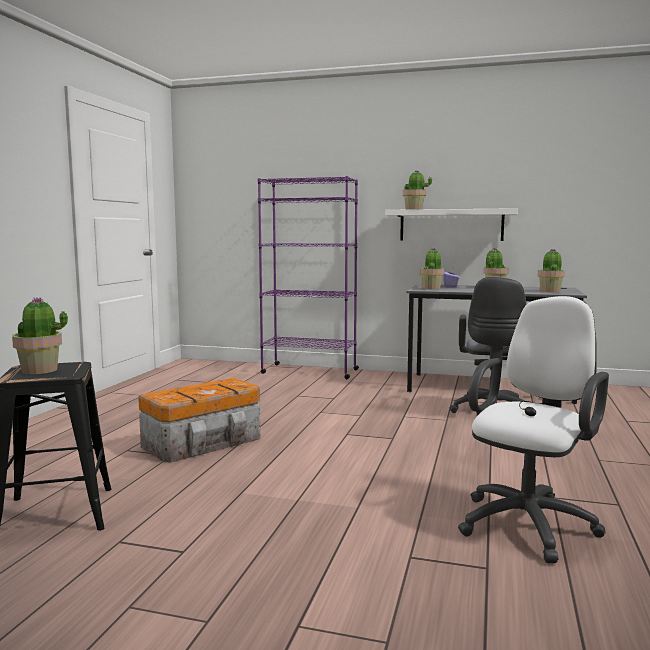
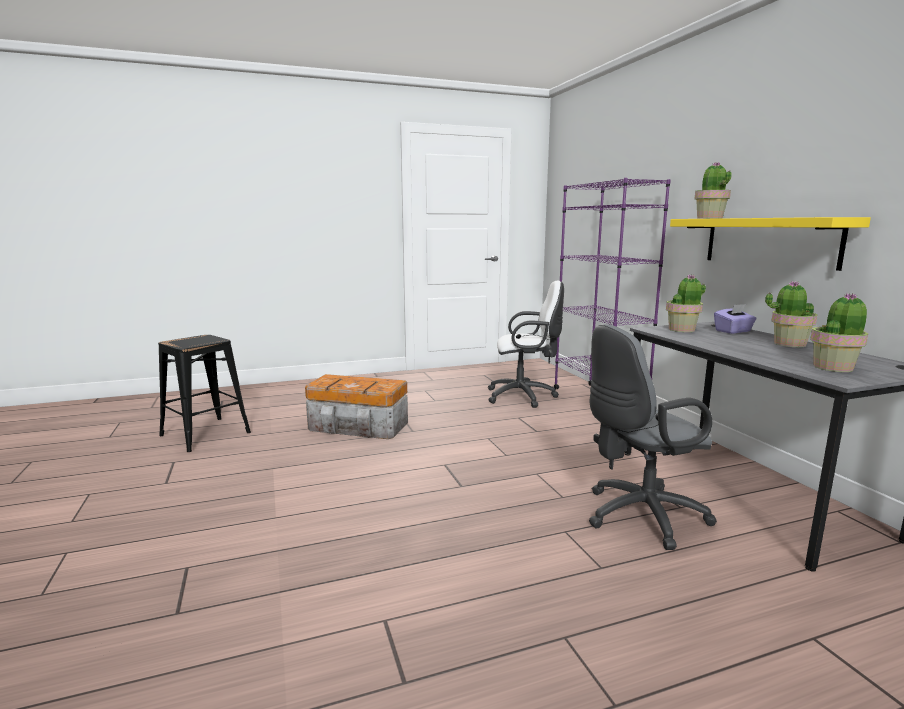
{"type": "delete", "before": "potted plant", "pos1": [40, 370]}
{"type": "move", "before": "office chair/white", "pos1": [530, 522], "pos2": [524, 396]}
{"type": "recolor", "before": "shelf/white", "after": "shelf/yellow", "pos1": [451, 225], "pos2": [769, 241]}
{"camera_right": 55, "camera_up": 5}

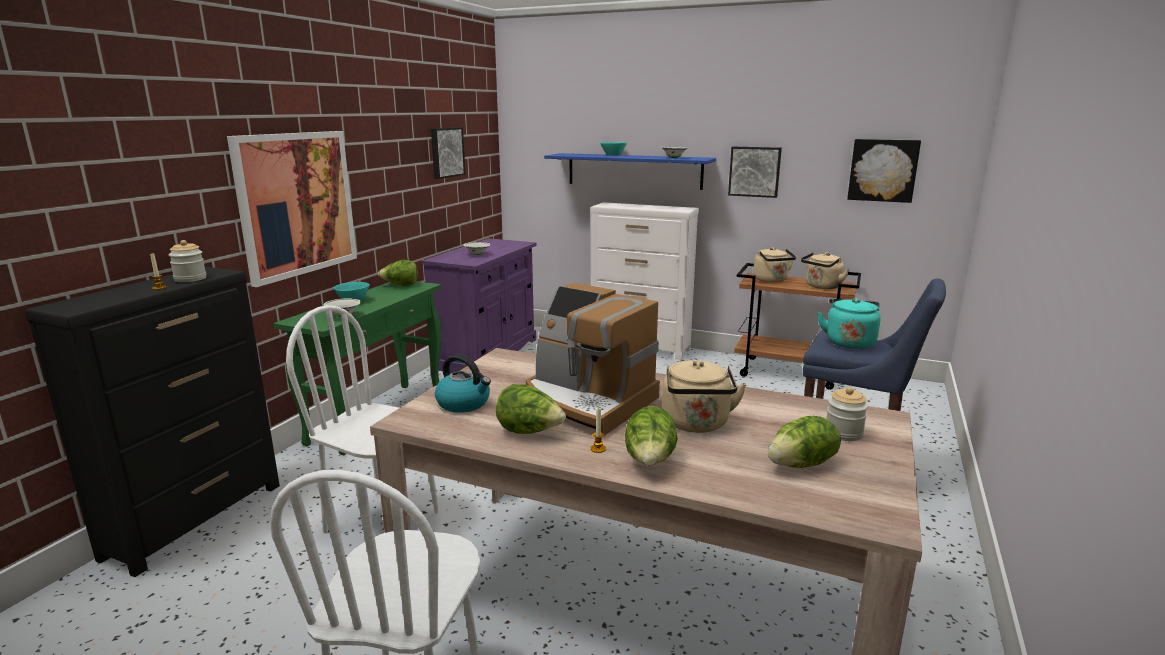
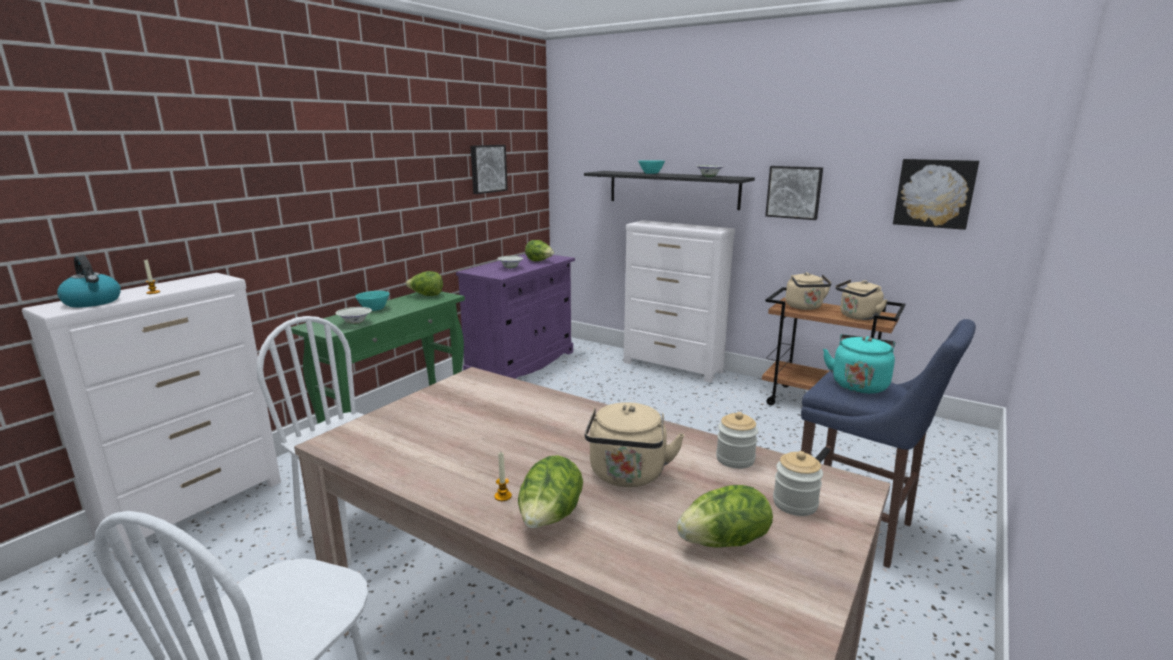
{"type": "delete", "before": "picture", "pos1": [297, 204]}
{"type": "delete", "before": "coffee machine", "pos1": [588, 401]}
{"type": "move", "before": "jar", "pos1": [190, 279], "pos2": [735, 459]}
{"type": "move", "before": "kettle", "pos1": [464, 403], "pos2": [93, 302]}
{"type": "move", "before": "lettuce", "pos1": [529, 432], "pos2": [539, 261]}
{"type": "recolor", "before": "dresser/black", "after": "dresser/white", "pos1": [197, 519], "pos2": [196, 509]}
{"type": "recolor", "before": "shelf/blue", "after": "shelf/black", "pos1": [634, 171], "pos2": [672, 189]}
{"camera_right": 10, "camera_up": 0}

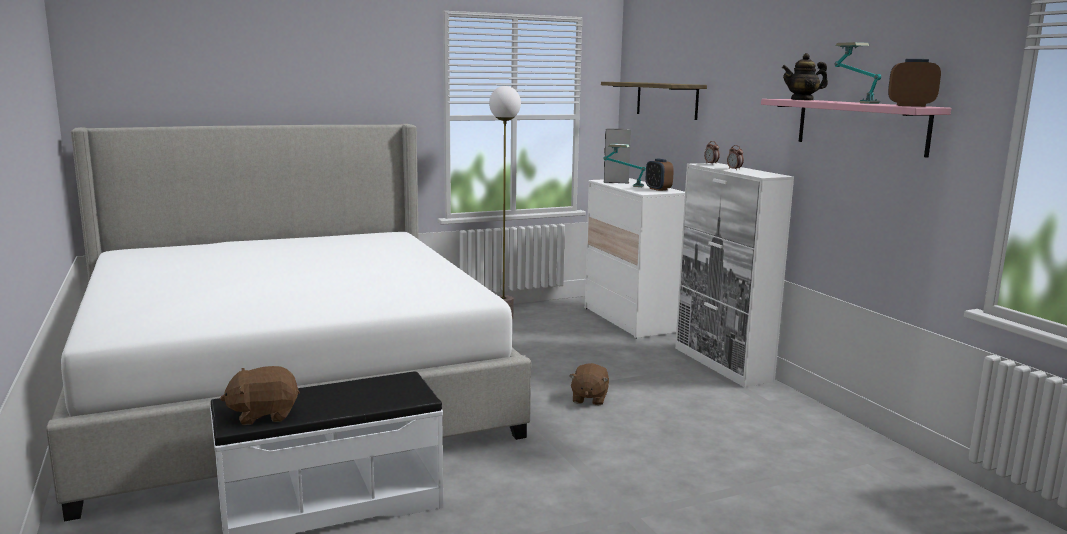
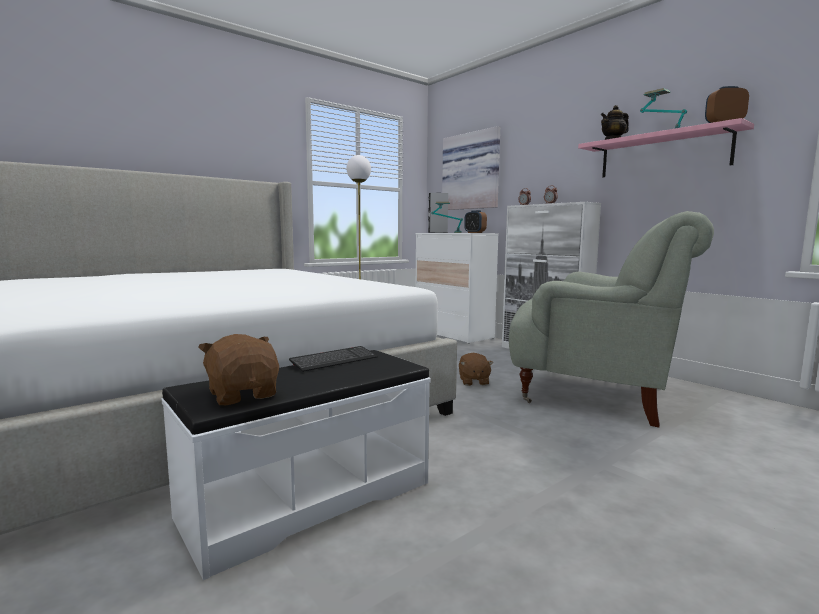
{"type": "insert", "after": "keyboard", "pos2": [334, 360]}
{"type": "insert", "after": "armchair/grey", "pos2": [598, 394]}
{"type": "replace", "before": "shelf", "after": "picture", "pos1": [666, 100], "pos2": [472, 171]}
{"type": "rotate", "before": "plush toy/brown", "pos1": [264, 415], "pos2": [243, 394], "turn": 90}
{"camera_right": -15, "camera_up": -5}

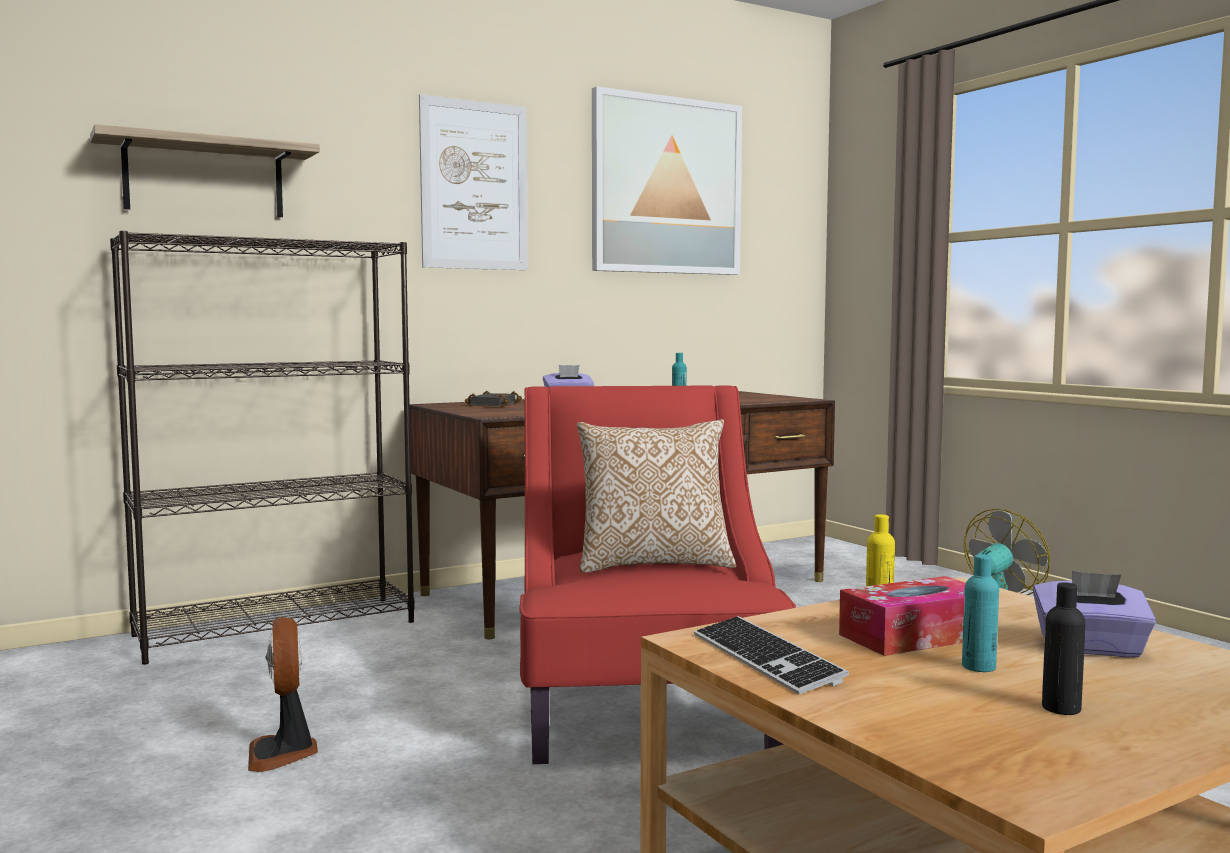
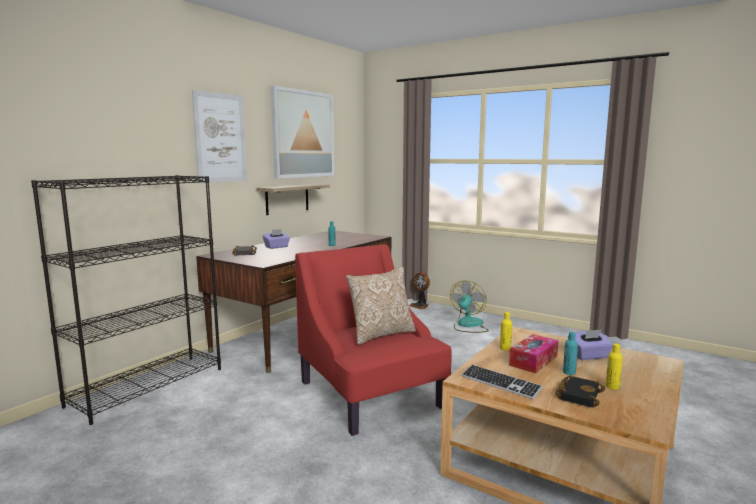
{"type": "insert", "after": "book/black", "pos2": [578, 394]}
{"type": "move", "before": "shelf", "pos1": [204, 178], "pos2": [287, 199]}
{"type": "move", "before": "fan", "pos1": [283, 753], "pos2": [420, 306]}
{"type": "recolor", "before": "bottle/black", "after": "bottle/yellow", "pos1": [1061, 708], "pos2": [612, 386]}
{"camera_right": -25, "camera_up": 5}

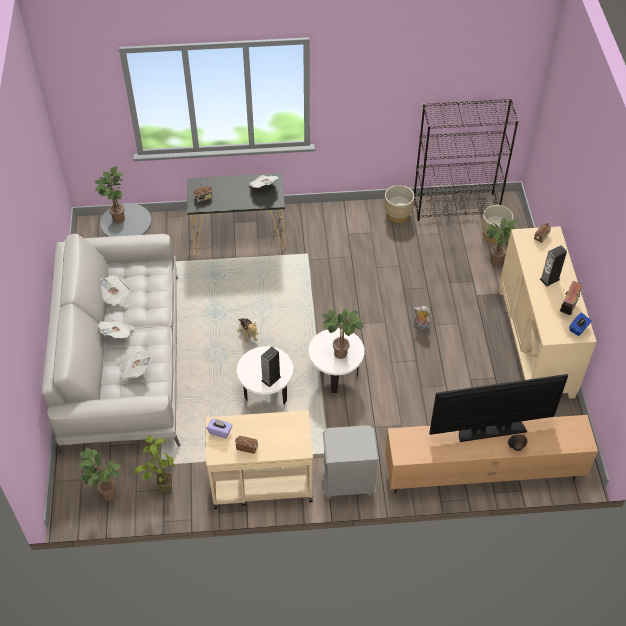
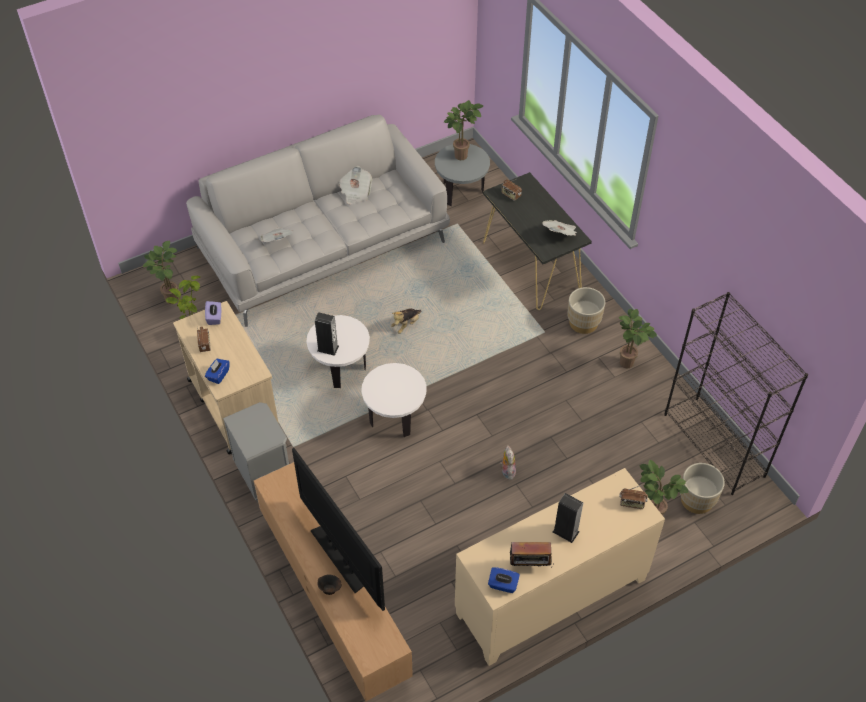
{"type": "delete", "before": "newspaper", "pos1": [118, 334]}
{"type": "insert", "after": "tissue box/blue", "pos2": [218, 375]}
{"type": "move", "before": "potted plant", "pos1": [343, 353], "pos2": [628, 364]}
{"type": "move", "before": "planter/beige", "pos1": [397, 214], "pos2": [583, 323]}
{"camera_right": 65, "camera_up": 0}

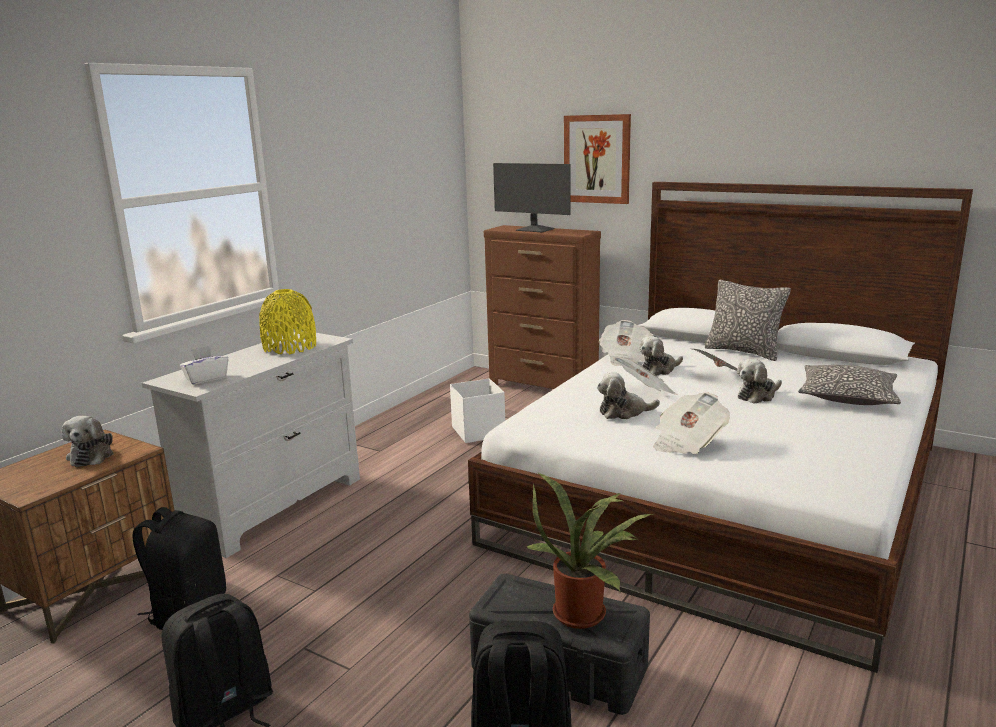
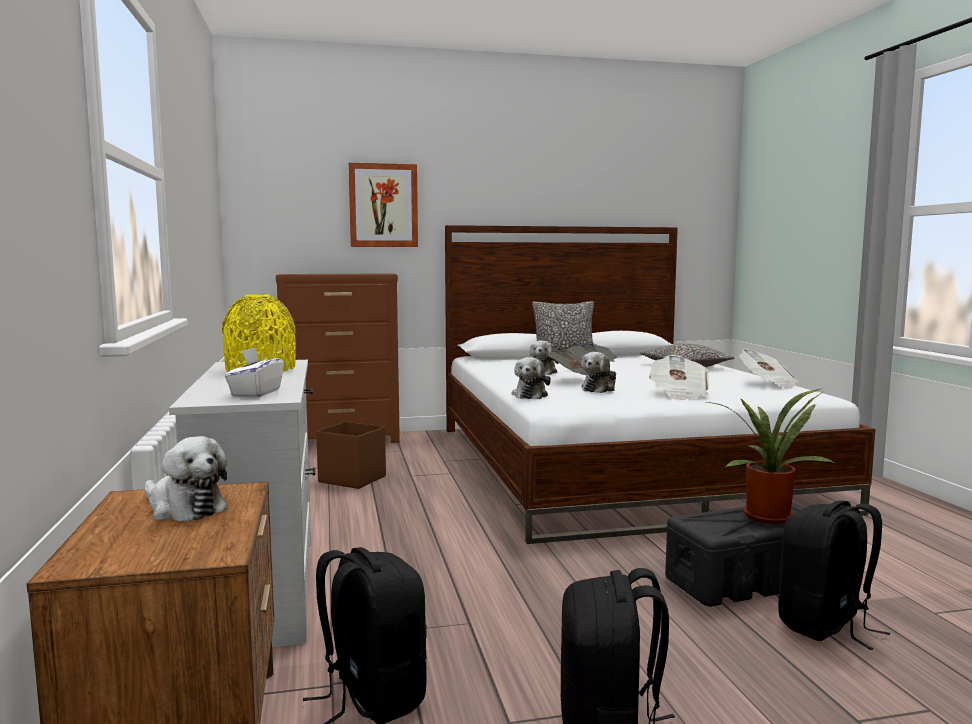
{"type": "delete", "before": "monitor", "pos1": [534, 230]}
{"type": "move", "before": "newspaper", "pos1": [624, 357], "pos2": [768, 384]}
{"type": "move", "before": "plush toy", "pos1": [757, 395], "pos2": [530, 395]}
{"type": "recolor", "before": "storage box/white", "after": "storage box/brown", "pos1": [478, 431], "pos2": [352, 479]}
{"camera_right": -45, "camera_up": -10}

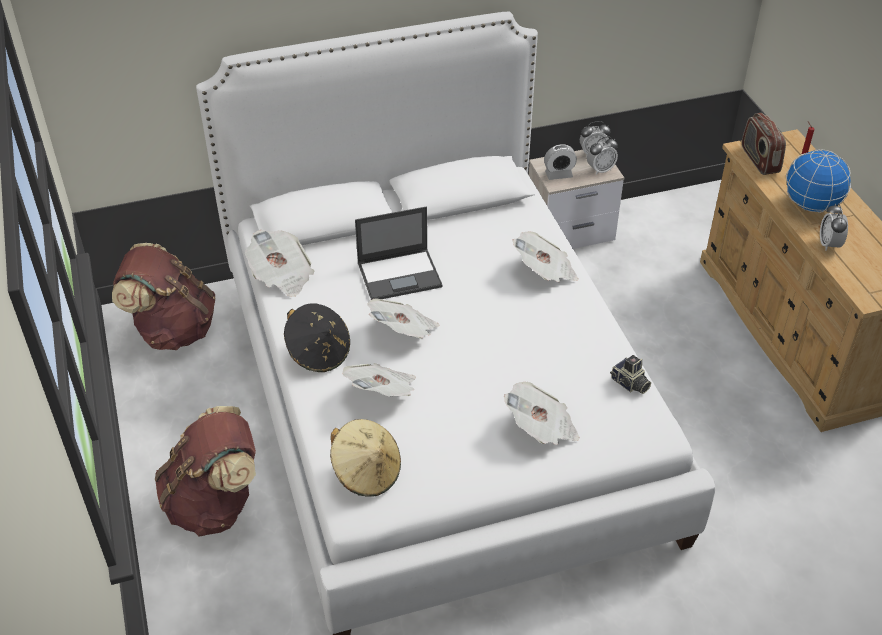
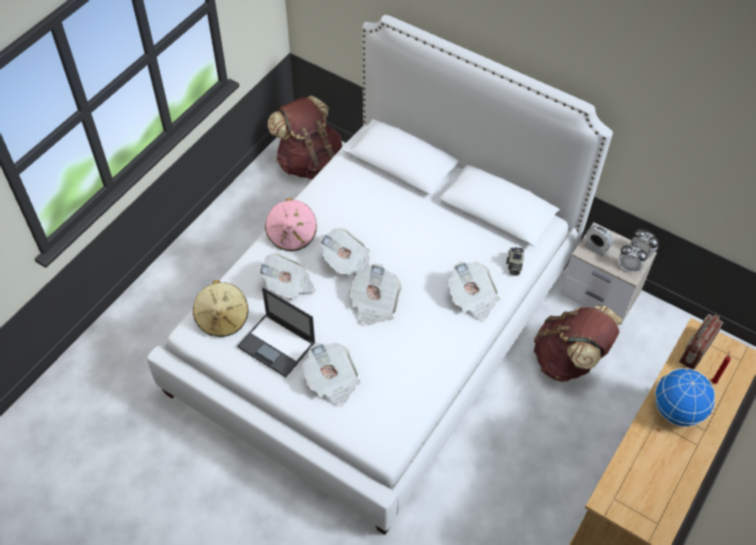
{"type": "delete", "before": "alarm clock", "pos1": [829, 244]}
{"type": "move", "before": "backpack/brown", "pos1": [215, 504], "pos2": [569, 360]}
{"type": "move", "before": "newspaper", "pos1": [281, 276], "pos2": [374, 304]}
{"type": "move", "before": "laptop", "pos1": [400, 274], "pos2": [277, 345]}
{"type": "move", "before": "photo camera", "pos1": [629, 384], "pos2": [514, 265]}
{"type": "recolor", "before": "hat/black", "after": "hat/pink", "pos1": [318, 353], "pos2": [292, 235]}
{"camera_right": 50, "camera_up": 10}

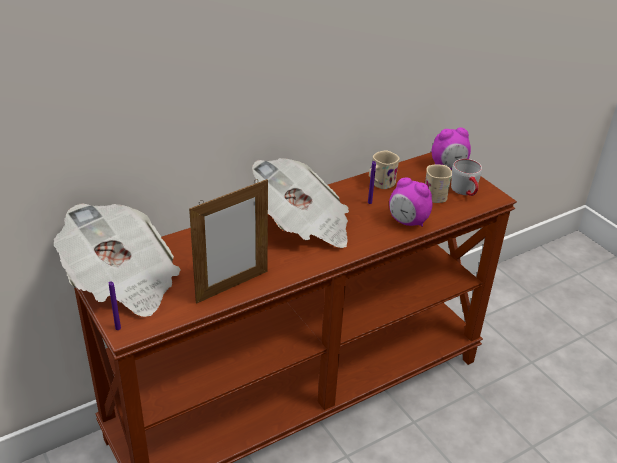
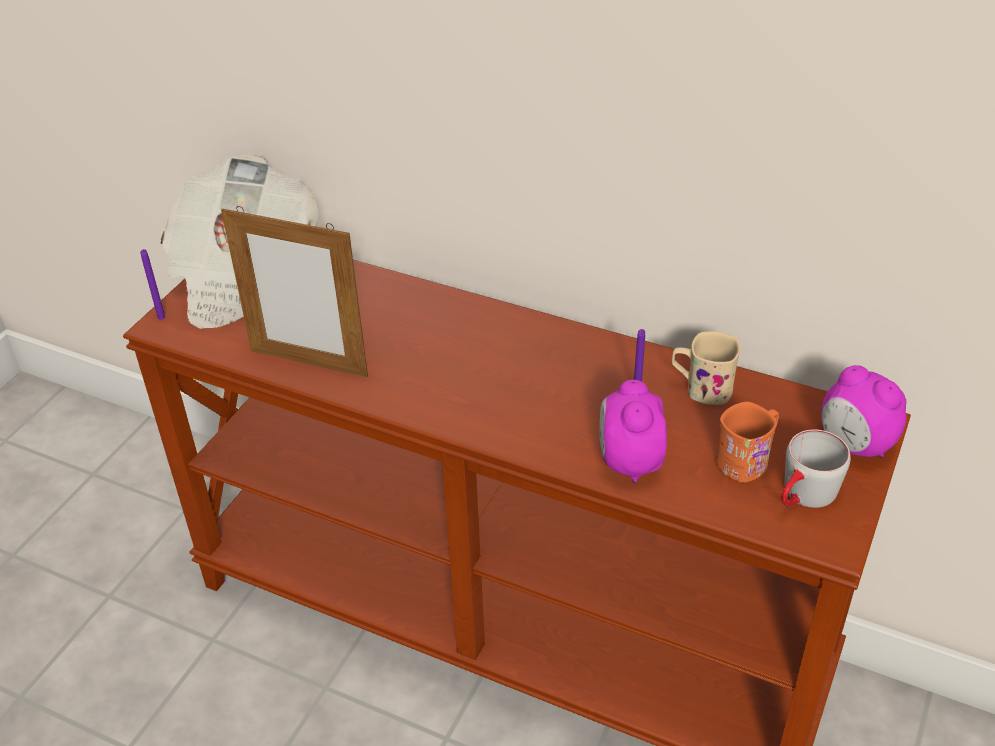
{"type": "delete", "before": "newspaper", "pos1": [303, 225]}
{"type": "recolor", "before": "mug/beige", "after": "mug/orange", "pos1": [434, 194], "pos2": [747, 460]}
{"camera_right": 60, "camera_up": 5}

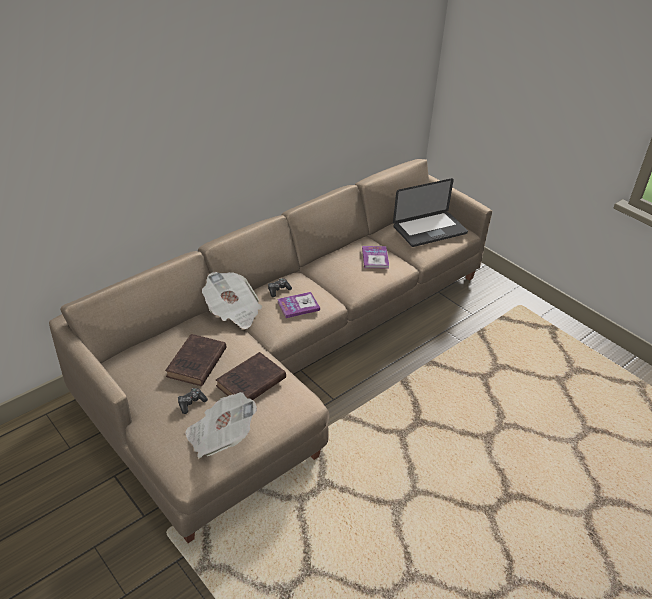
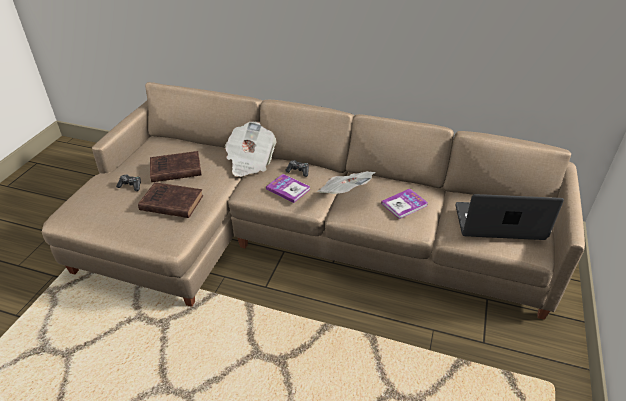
{"type": "move", "before": "newspaper", "pos1": [220, 437], "pos2": [344, 194]}
{"type": "rotate", "before": "laptop", "pos1": [429, 230], "pos2": [499, 223], "turn": 150}
{"camera_right": 60, "camera_up": 0}

